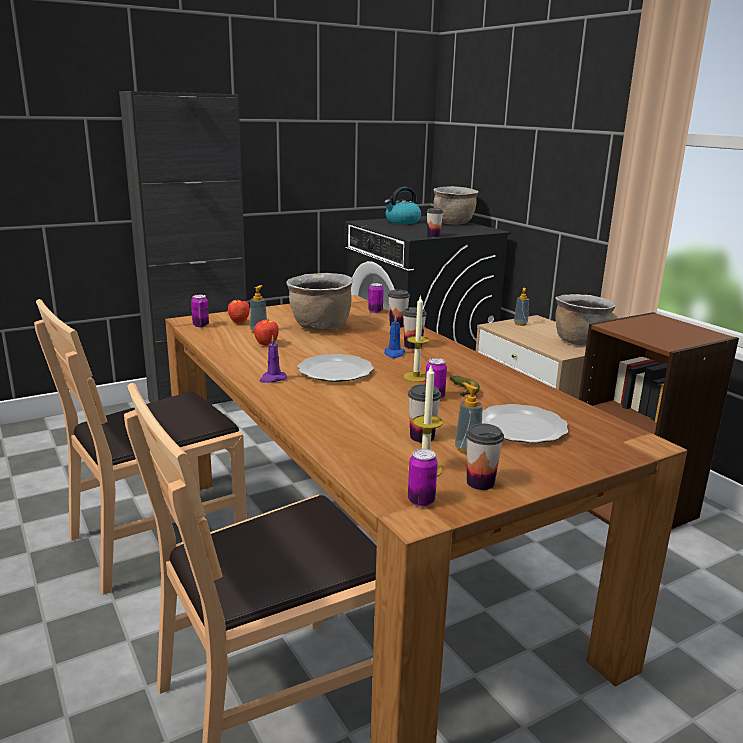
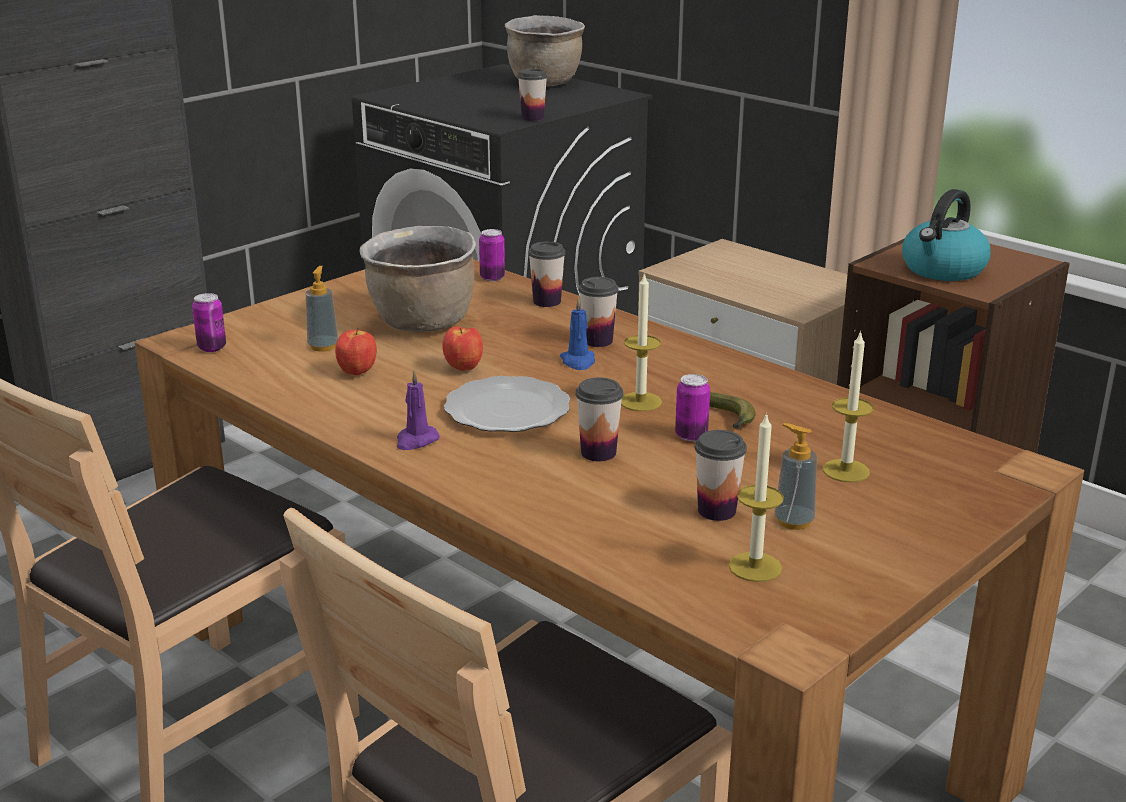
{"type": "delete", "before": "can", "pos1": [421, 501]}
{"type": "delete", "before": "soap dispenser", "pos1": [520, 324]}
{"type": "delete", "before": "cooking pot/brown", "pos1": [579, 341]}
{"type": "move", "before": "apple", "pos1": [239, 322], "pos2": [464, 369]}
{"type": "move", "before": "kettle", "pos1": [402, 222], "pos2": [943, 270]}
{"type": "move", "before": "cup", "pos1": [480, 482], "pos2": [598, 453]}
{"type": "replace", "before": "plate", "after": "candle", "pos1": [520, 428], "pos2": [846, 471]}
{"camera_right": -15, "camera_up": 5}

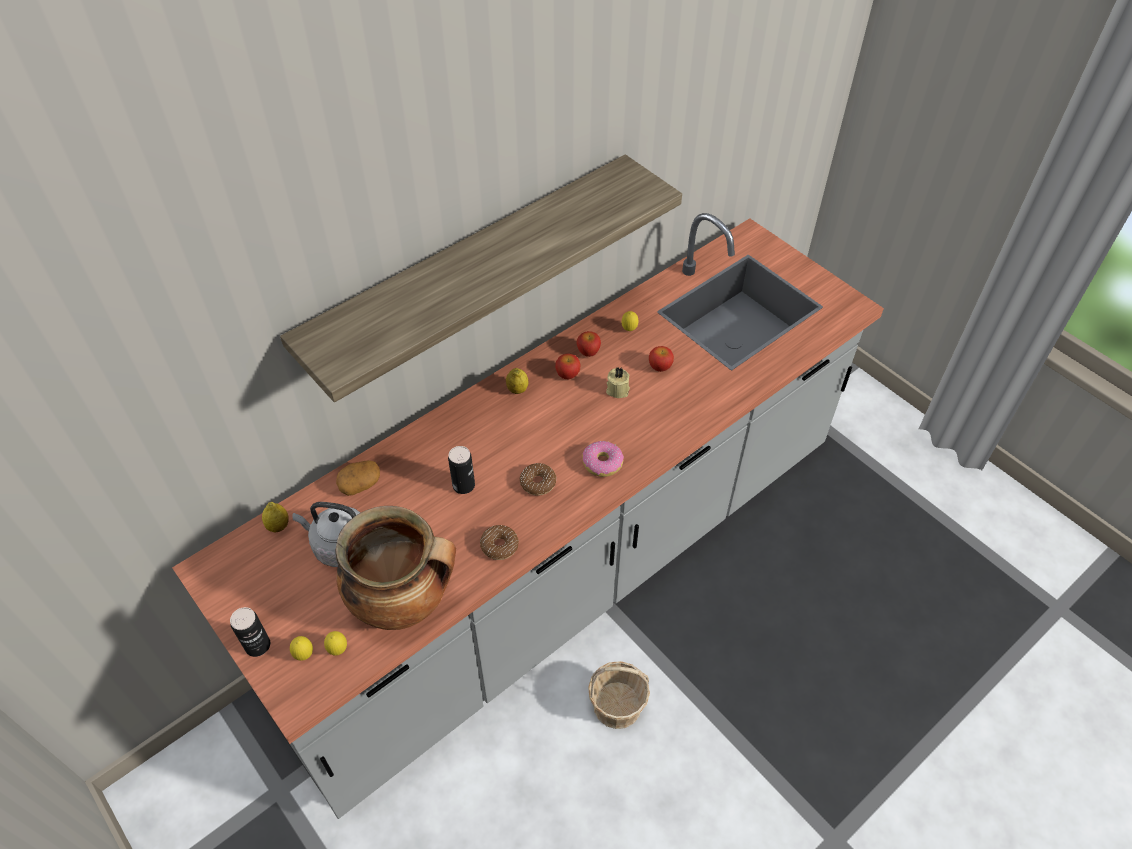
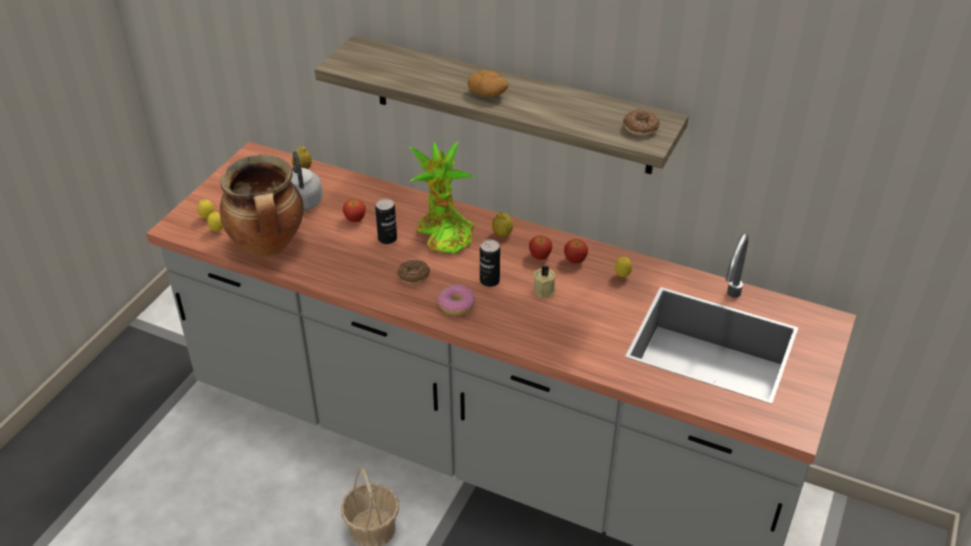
{"type": "insert", "after": "potted plant", "pos2": [443, 233]}
{"type": "move", "before": "can", "pos1": [257, 645], "pos2": [489, 281]}
{"type": "move", "before": "potato", "pos1": [360, 484], "pos2": [488, 93]}
{"type": "move", "before": "donut", "pos1": [499, 546], "pos2": [640, 128]}
{"type": "move", "before": "apple", "pos1": [660, 367], "pos2": [355, 219]}
{"camera_right": 65, "camera_up": -10}

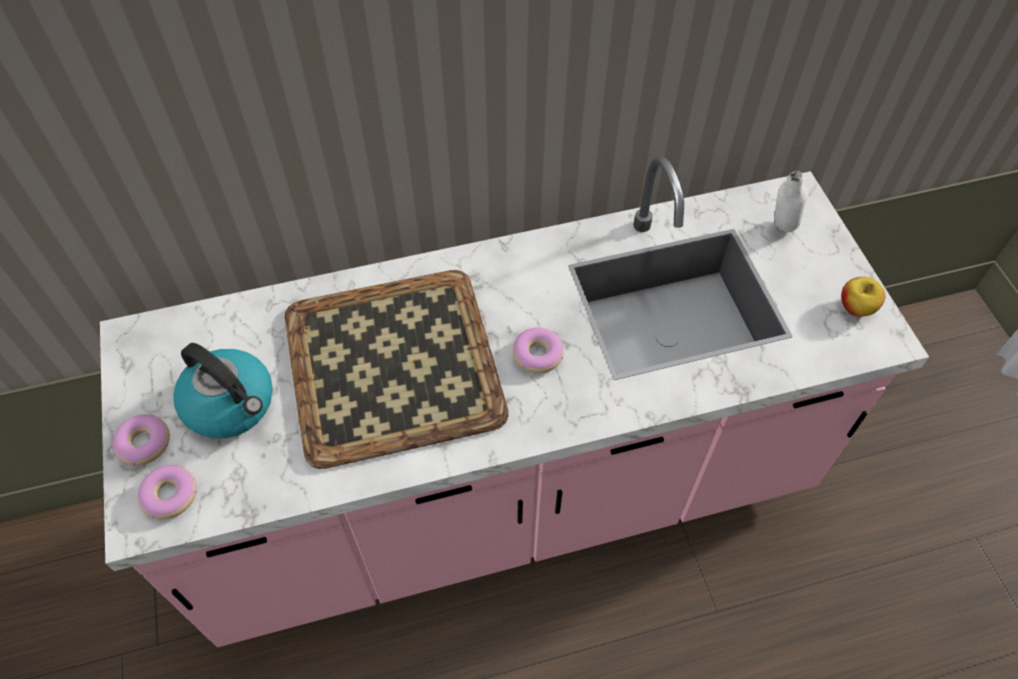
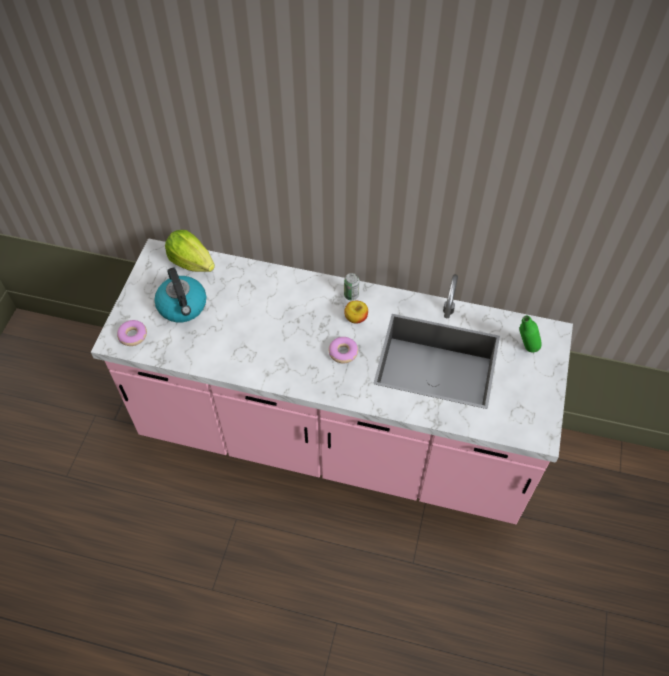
{"type": "delete", "before": "donut", "pos1": [144, 443]}
{"type": "delete", "before": "tray", "pos1": [391, 367]}
{"type": "insert", "after": "lettuce", "pos2": [191, 262]}
{"type": "insert", "after": "can", "pos2": [351, 295]}
{"type": "move", "before": "apple", "pos1": [856, 307], "pos2": [356, 318]}
{"type": "recolor", "before": "bottle/white", "after": "bottle/green", "pos1": [779, 233], "pos2": [524, 350]}
{"camera_right": 30, "camera_up": 0}

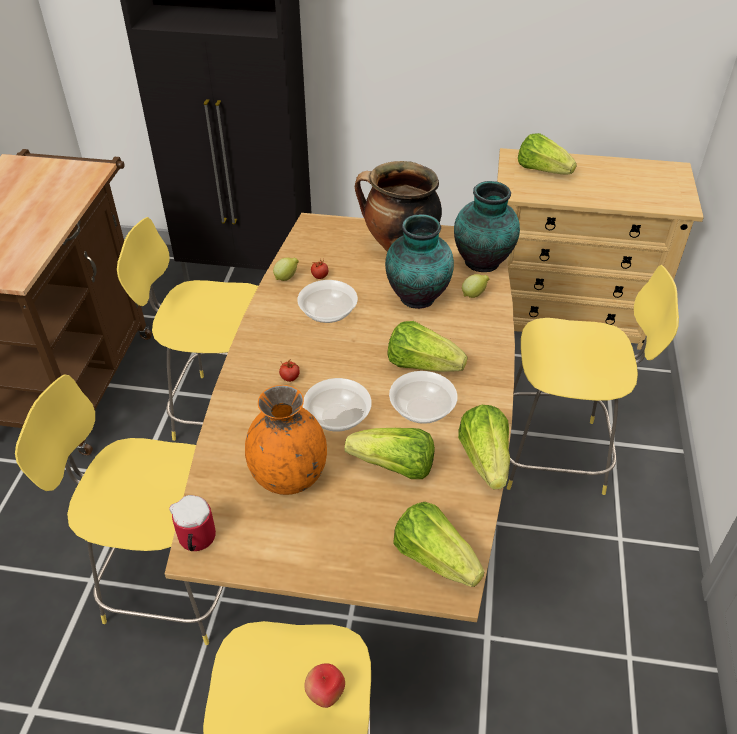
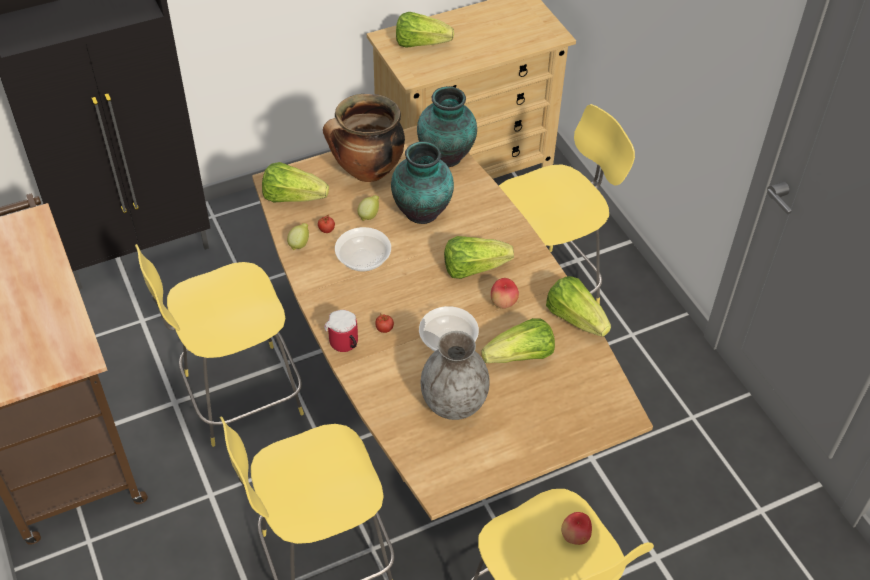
{"type": "move", "before": "mug", "pos1": [195, 541], "pos2": [345, 345]}
{"type": "move", "before": "lettuce", "pos1": [434, 558], "pos2": [292, 197]}
{"type": "move", "before": "lemon", "pos1": [474, 294], "pos2": [369, 215]}
{"type": "replace", "before": "bowl", "after": "apple", "pos1": [422, 409], "pos2": [503, 303]}
{"type": "recolor", "before": "vase/orange", "after": "vase/grey", "pos1": [289, 476], "pos2": [454, 403]}
{"camera_right": -35, "camera_up": 5}

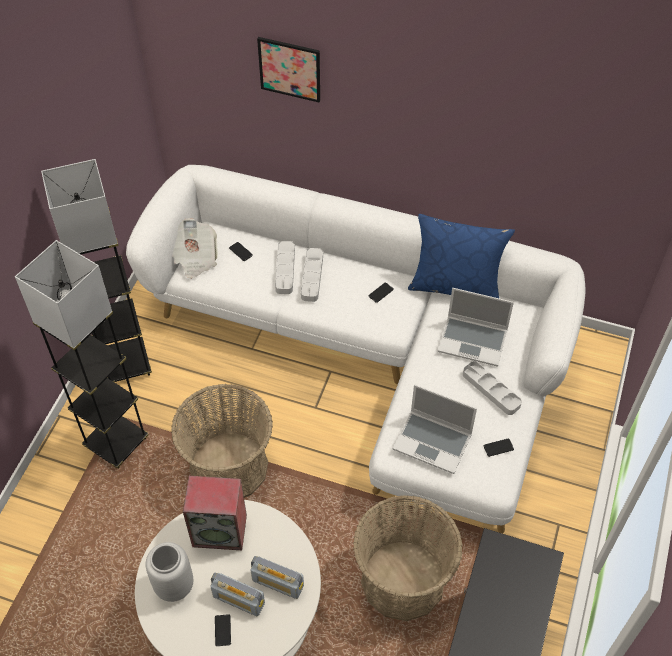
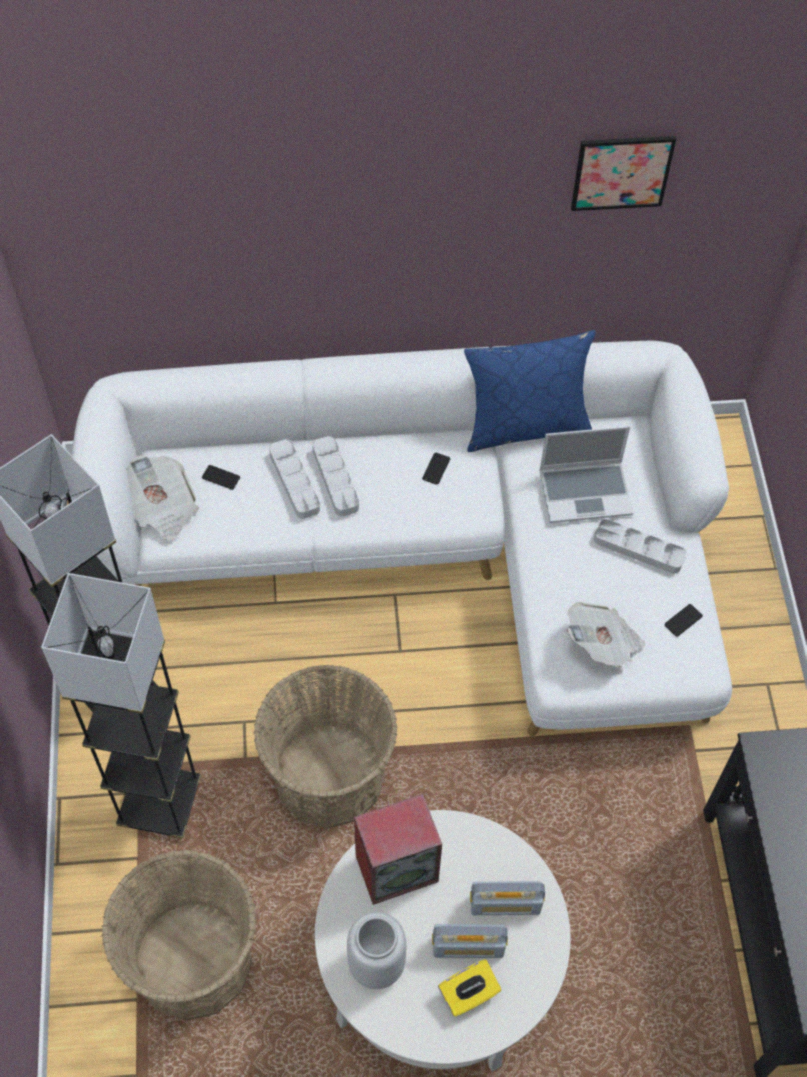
{"type": "move", "before": "picture", "pos1": [289, 69], "pos2": [622, 172]}
{"type": "move", "before": "basket", "pos1": [402, 580], "pos2": [193, 959]}
{"type": "replace", "before": "phone", "after": "tissue box/yellow", "pos1": [222, 630], "pos2": [468, 994]}
{"type": "replace", "before": "laptop", "after": "newspaper", "pos1": [433, 442], "pos2": [603, 644]}
{"camera_right": -25, "camera_up": 5}

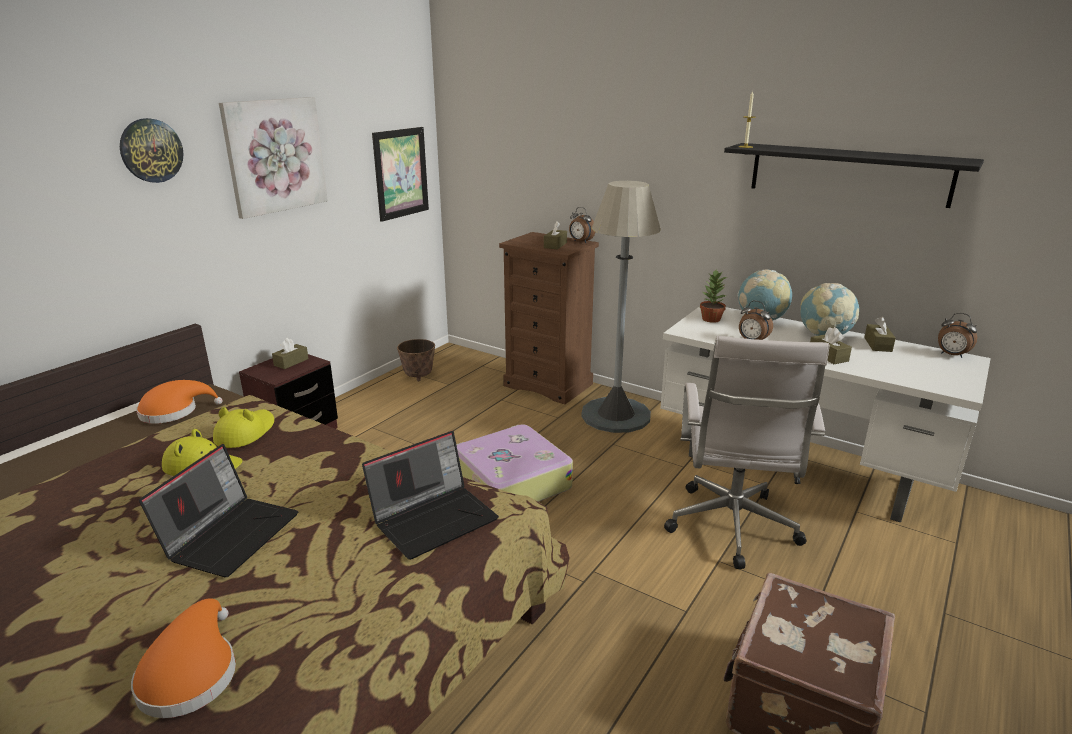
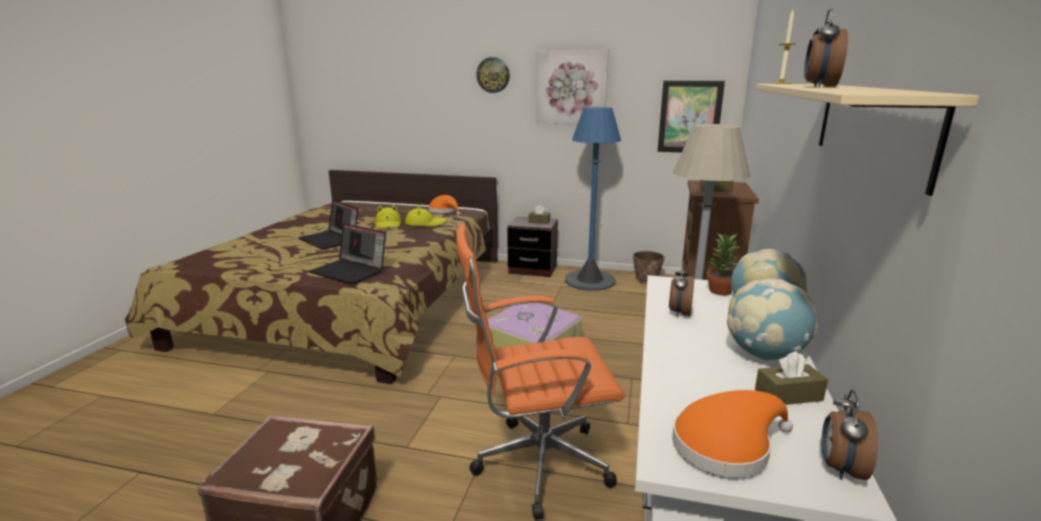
{"type": "delete", "before": "tissue box/brown", "pos1": [828, 356]}
{"type": "insert", "after": "floor lamp/blue", "pos2": [589, 281]}
{"type": "move", "before": "hat/orange", "pos1": [191, 673], "pos2": [726, 445]}
{"type": "move", "before": "alarm clock", "pos1": [580, 242], "pos2": [819, 86]}
{"type": "recolor", "before": "office chair/white", "after": "office chair/orange", "pos1": [732, 529], "pos2": [535, 465]}
{"type": "recolor", "before": "shelf/black", "after": "shelf/beige", "pos1": [848, 174], "pos2": [870, 126]}
{"type": "rotate", "before": "laptop", "pos1": [230, 534], "pos2": [331, 240], "turn": 45}
{"camera_right": 70, "camera_up": -5}

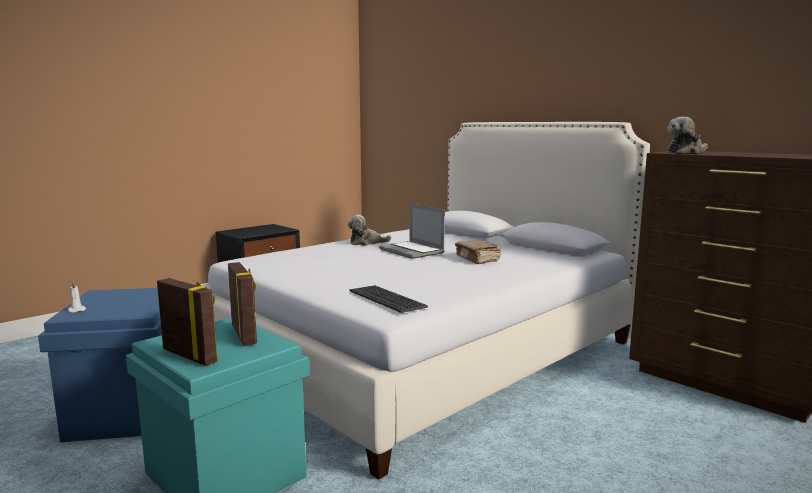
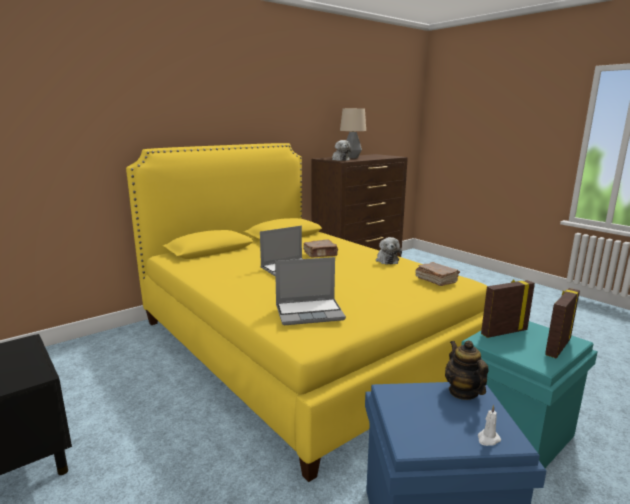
{"type": "insert", "after": "laptop", "pos2": [310, 312]}
{"type": "insert", "after": "table lamp", "pos2": [352, 157]}
{"type": "insert", "after": "teapot", "pos2": [463, 392]}
{"type": "move", "before": "plush toy", "pos1": [366, 243], "pos2": [387, 260]}
{"type": "replace", "before": "keyboard", "after": "book/brown", "pos1": [387, 299], "pos2": [436, 280]}
{"type": "recolor", "before": "bed/white", "after": "bed/yellow", "pos1": [428, 353], "pos2": [299, 344]}
{"camera_right": -85, "camera_up": 5}

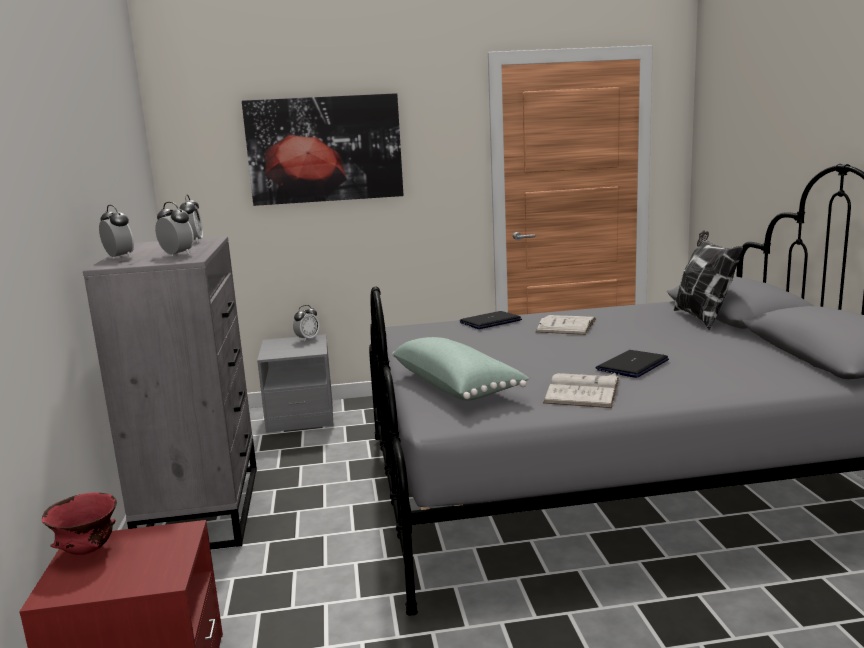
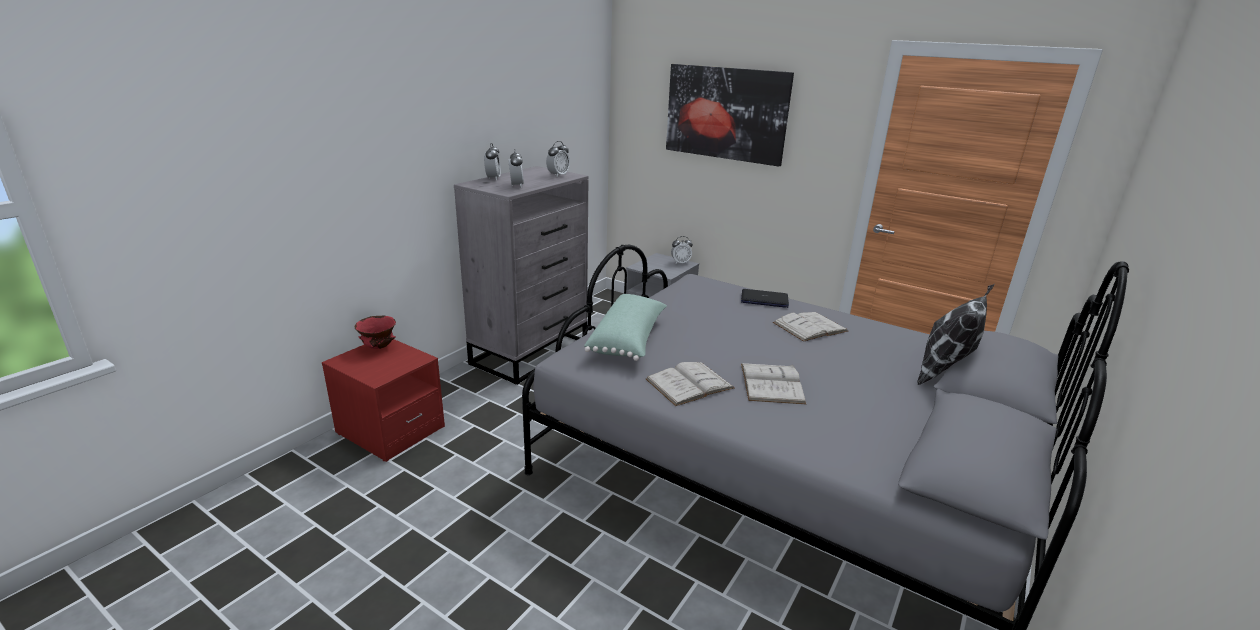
{"type": "replace", "before": "laptop", "after": "book/white", "pos1": [632, 365], "pos2": [771, 383]}
{"camera_right": 40, "camera_up": 10}

